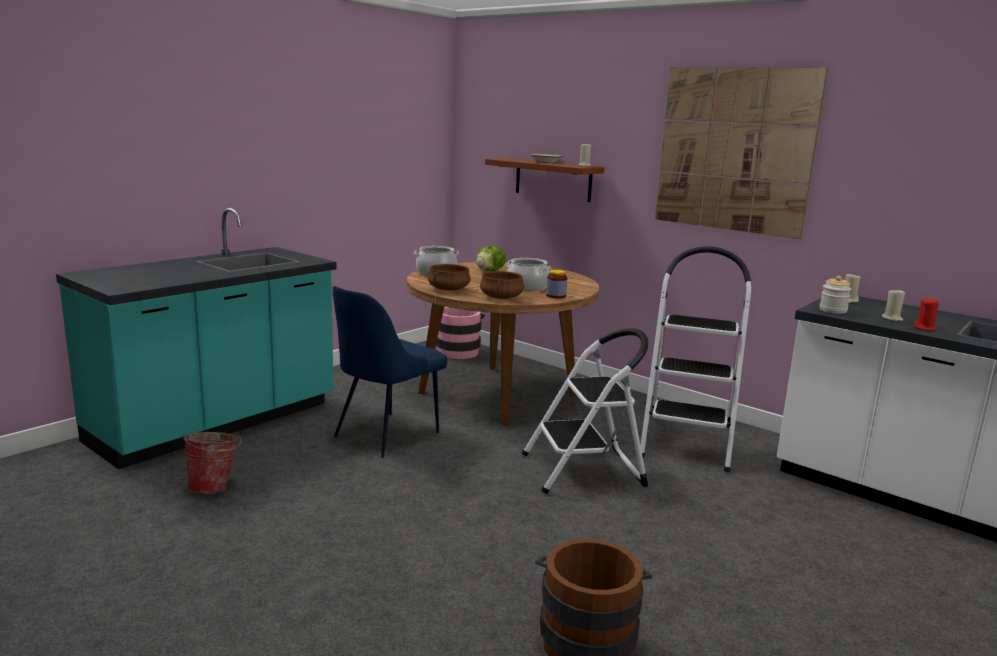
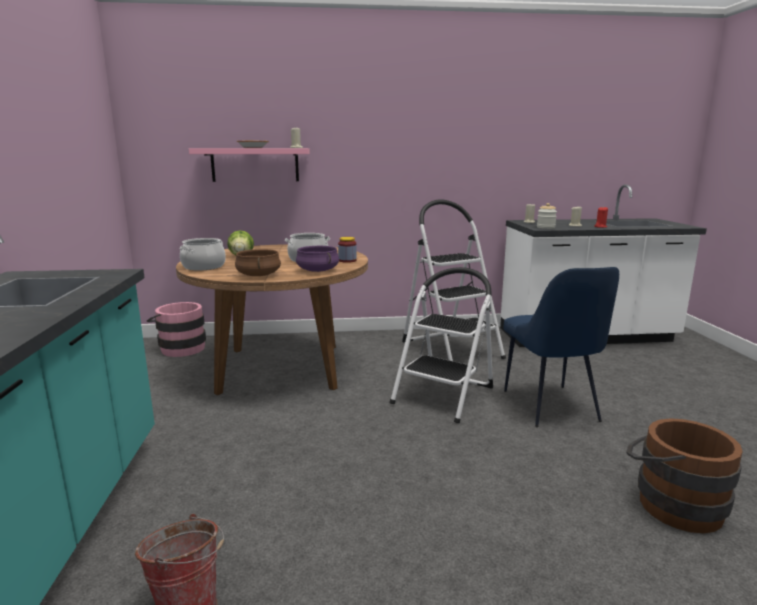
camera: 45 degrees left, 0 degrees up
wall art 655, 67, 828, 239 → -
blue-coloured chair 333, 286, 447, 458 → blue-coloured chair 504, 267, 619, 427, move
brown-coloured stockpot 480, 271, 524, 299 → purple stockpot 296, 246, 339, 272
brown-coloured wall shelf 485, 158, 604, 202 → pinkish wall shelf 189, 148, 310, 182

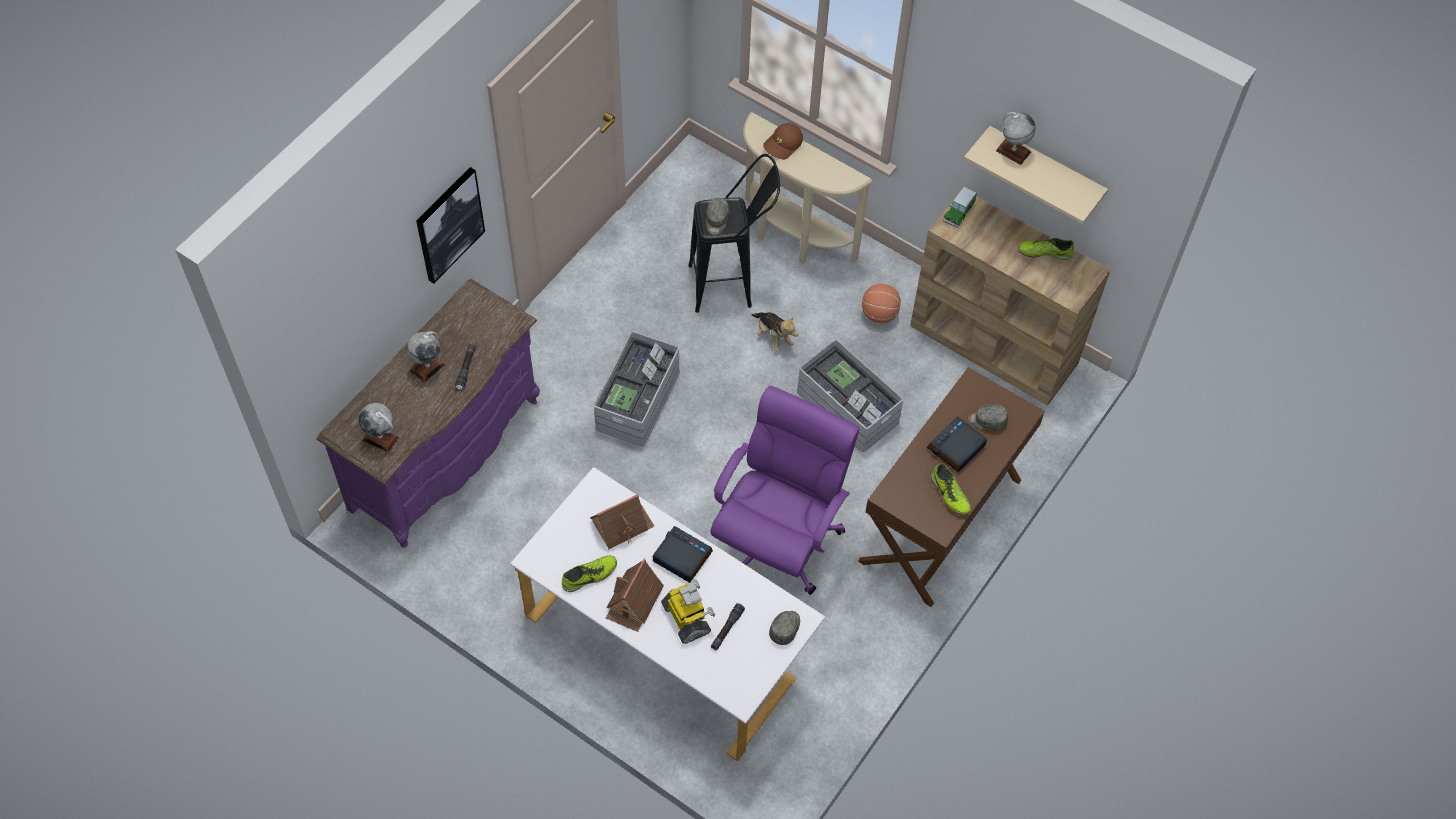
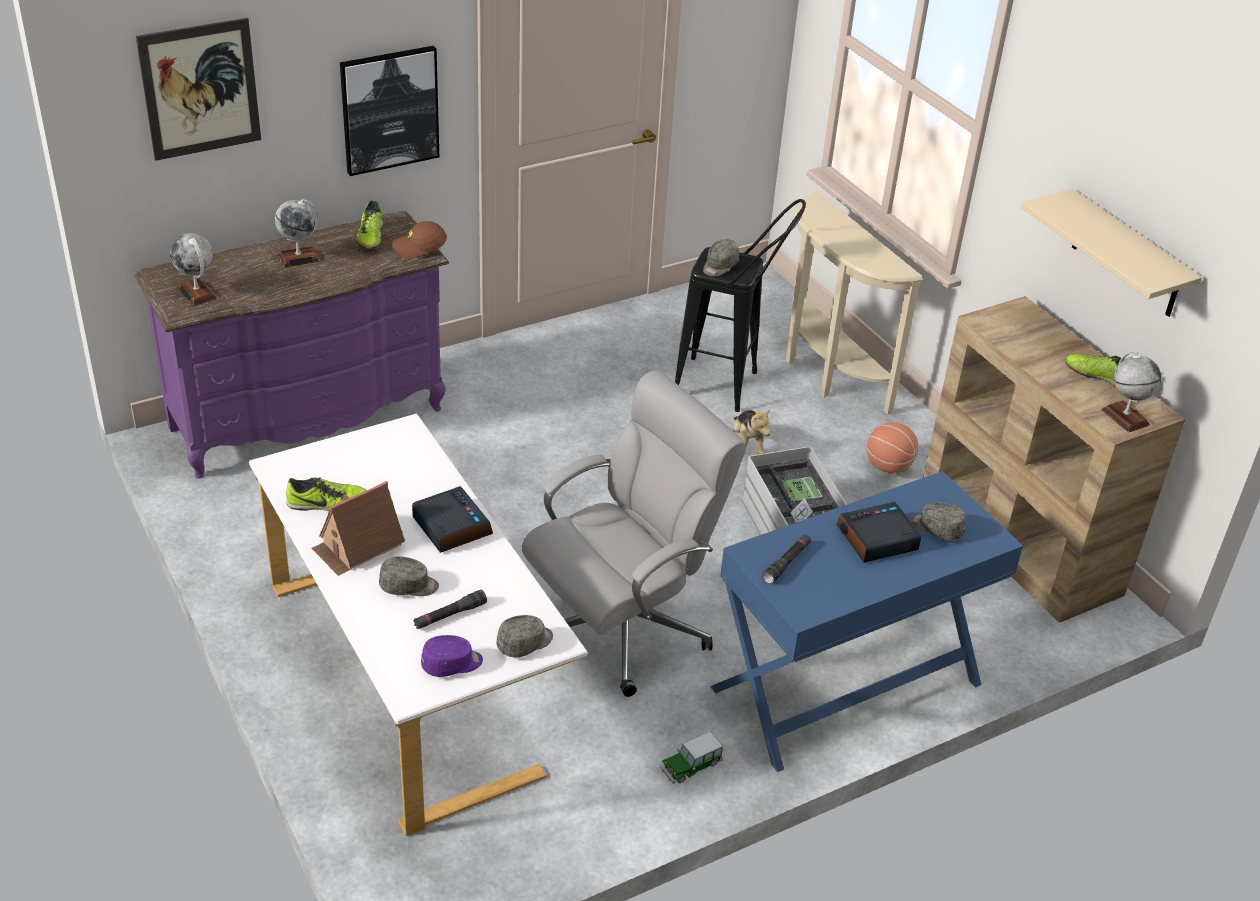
camera: 25 degrees right, 20 degrees down
toy house 590, 494, 654, 549 → -
grey storage bin 593, 331, 680, 446 → -
- → wall art 136, 18, 261, 161
- → purple cap 421, 635, 483, 677
blackish flashlight 455, 344, 476, 390 → blackish flashlight 762, 534, 811, 584, move
brown-coloured cap 763, 123, 803, 160 → brown-coloured cap 391, 221, 447, 259, move
item of footwear 931, 463, 971, 515 → item of footwear 357, 200, 383, 249, move
miniature car 943, 187, 977, 228 → miniature car 660, 732, 723, 784, move
desk globe 996, 112, 1036, 165 → desk globe 1101, 352, 1161, 432, move
toy robot 661, 579, 716, 644 → grey cap 379, 557, 439, 596
purple computer chair 710, 386, 859, 595 → grey computer chair 522, 371, 746, 697
brown-coloured console table 858, 367, 1045, 607 → blue-coloured console table 710, 471, 1023, 772

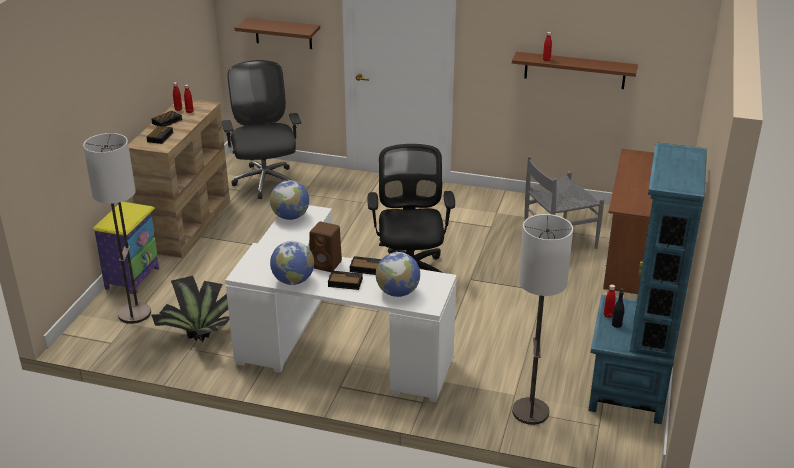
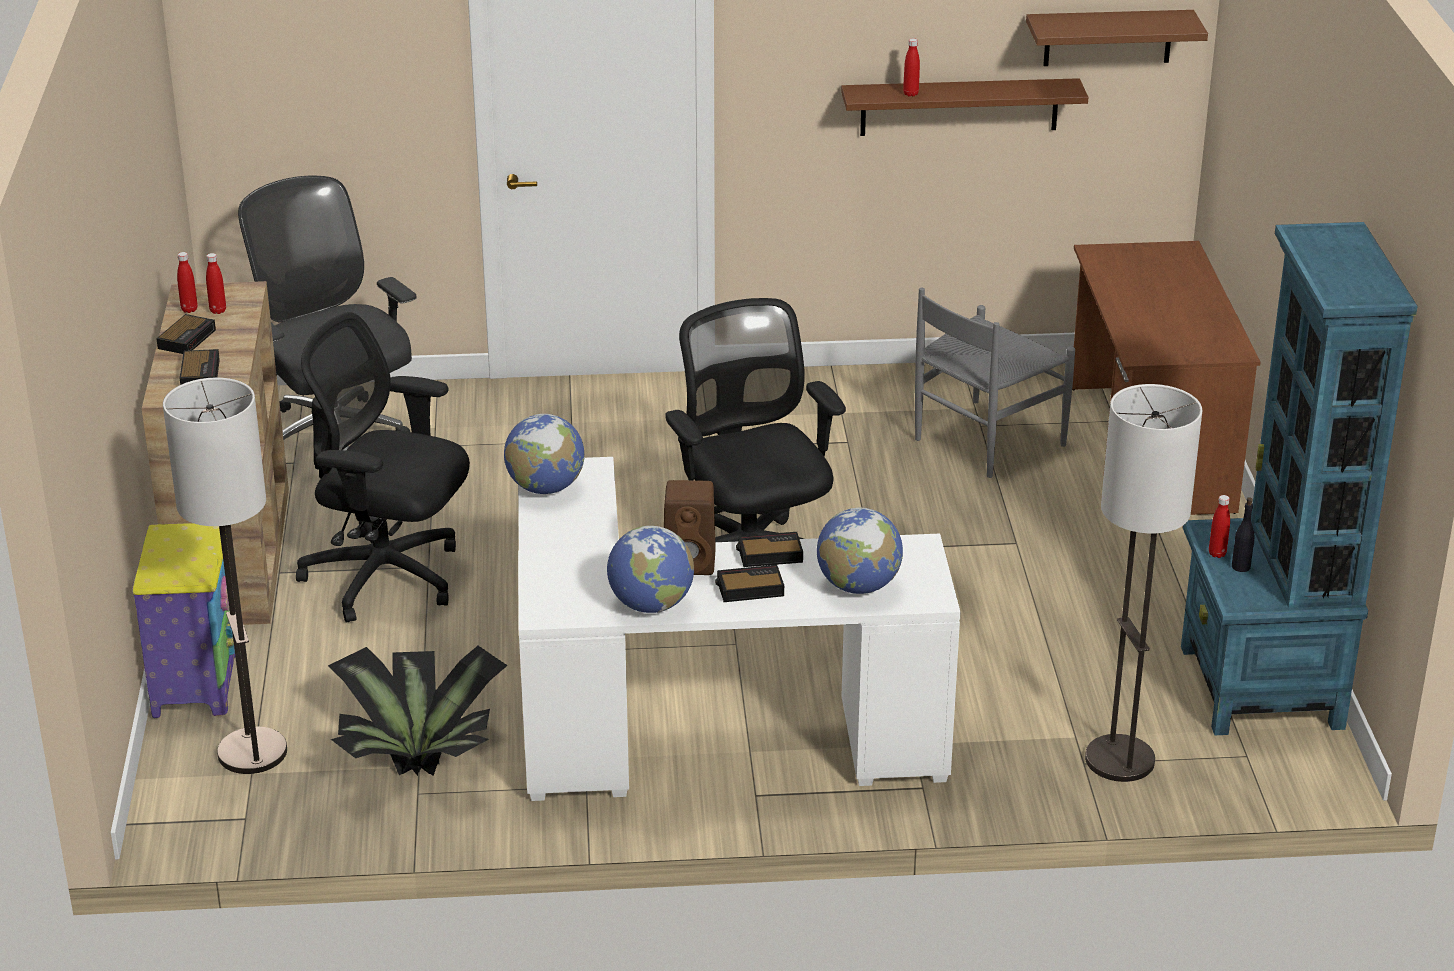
camera: 20 degrees left, 0 degrees up
- → blackish computer chair 296, 312, 470, 623
brown-coloured wall shelf 234, 18, 320, 49 → brown-coloured wall shelf 1026, 10, 1208, 66, move

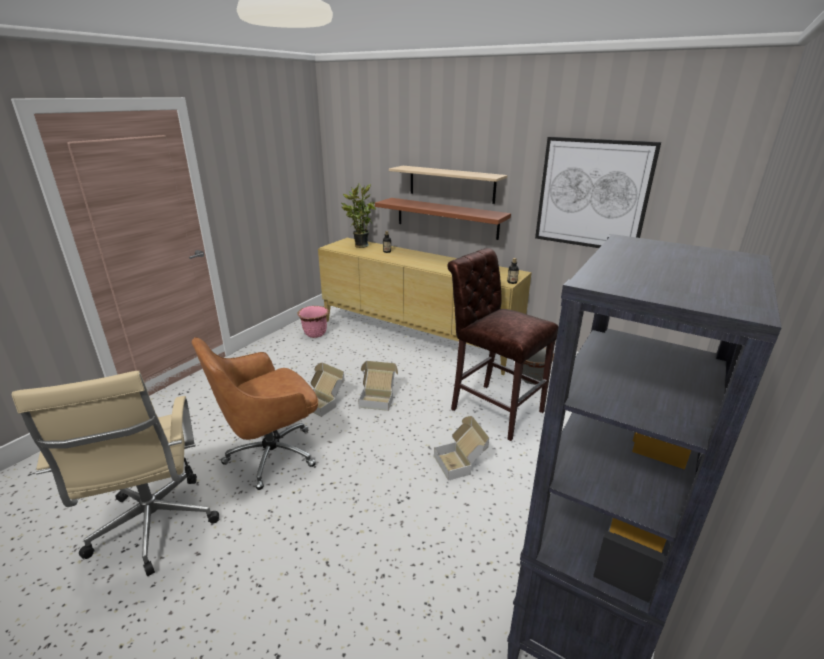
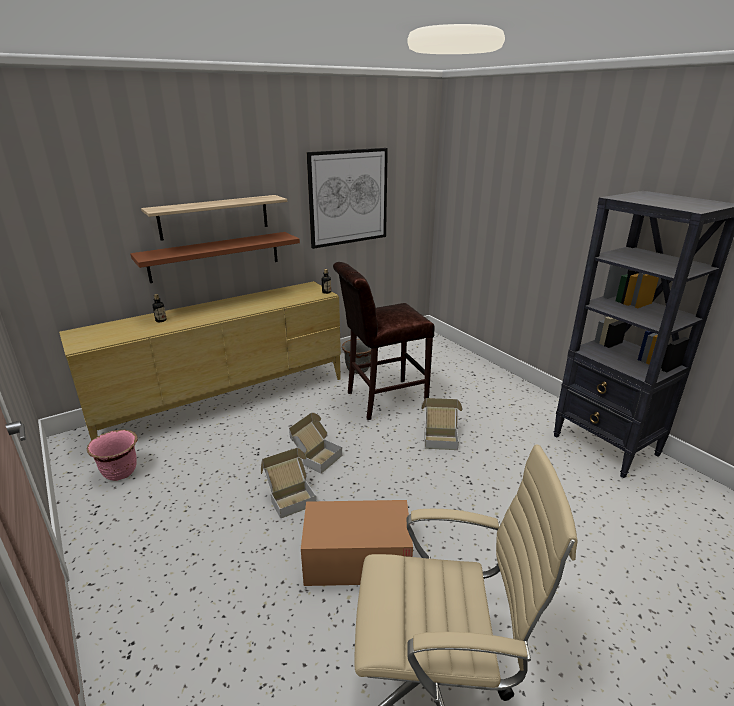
camera: 65 degrees left, 0 degrees up
plant in a pot 341, 184, 376, 248 → -
brown-coloured computer chair 192, 337, 318, 490 → packing box 301, 500, 413, 586

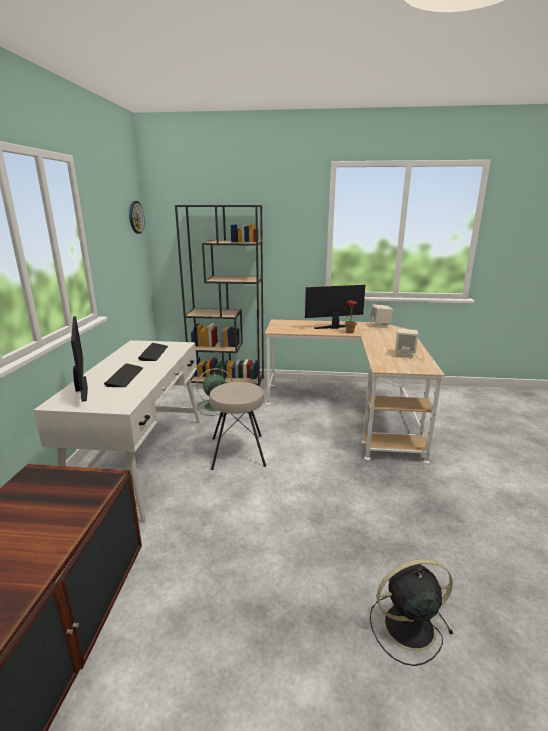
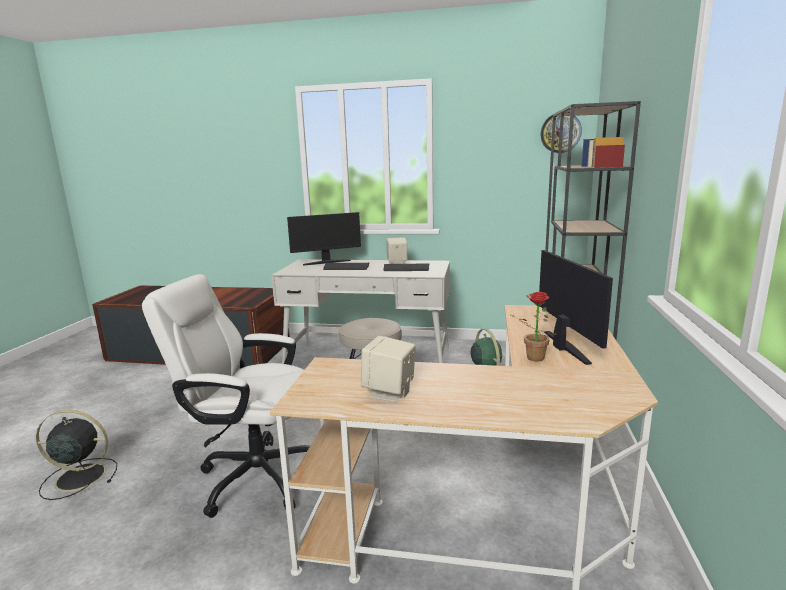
camera: 95 degrees right, 5 degrees down
- → white computer chair 142, 274, 310, 518
beige audio speaker 370, 305, 393, 328 → beige audio speaker 386, 237, 407, 264, move
blackish cooling fan 370, 559, 453, 666 → blackish cooling fan 36, 410, 117, 500, 90 degrees counterclockwise

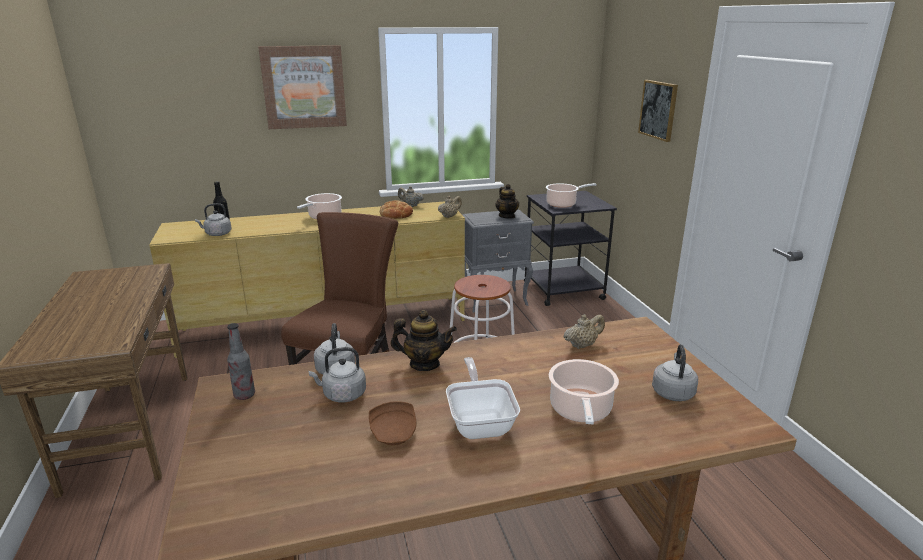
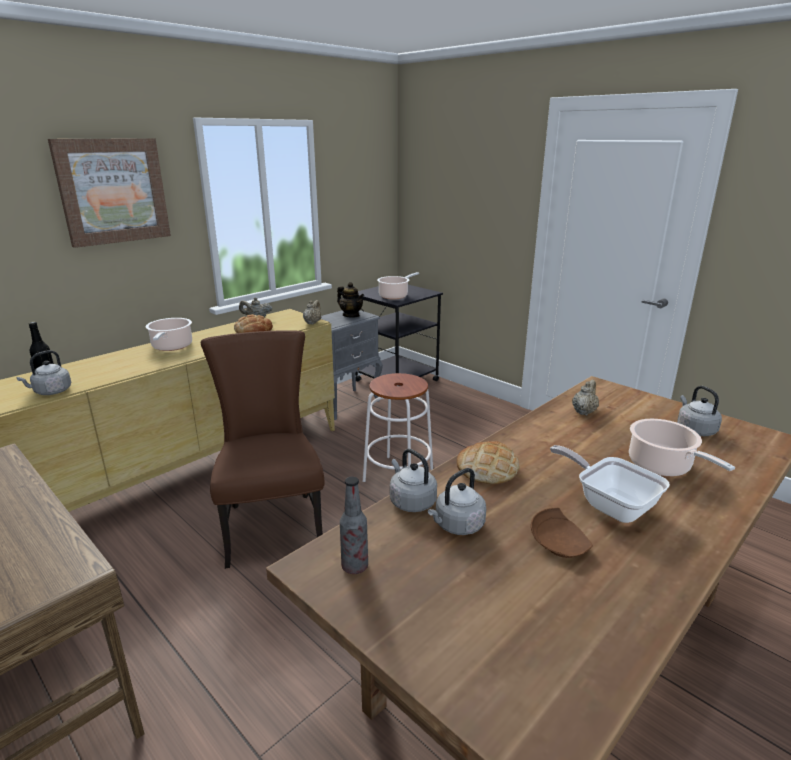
camera: 30 degrees left, 0 degrees up
wall art 638, 80, 678, 142 → -
tea pot 390, 310, 457, 371 → bakery bread 457, 441, 519, 484

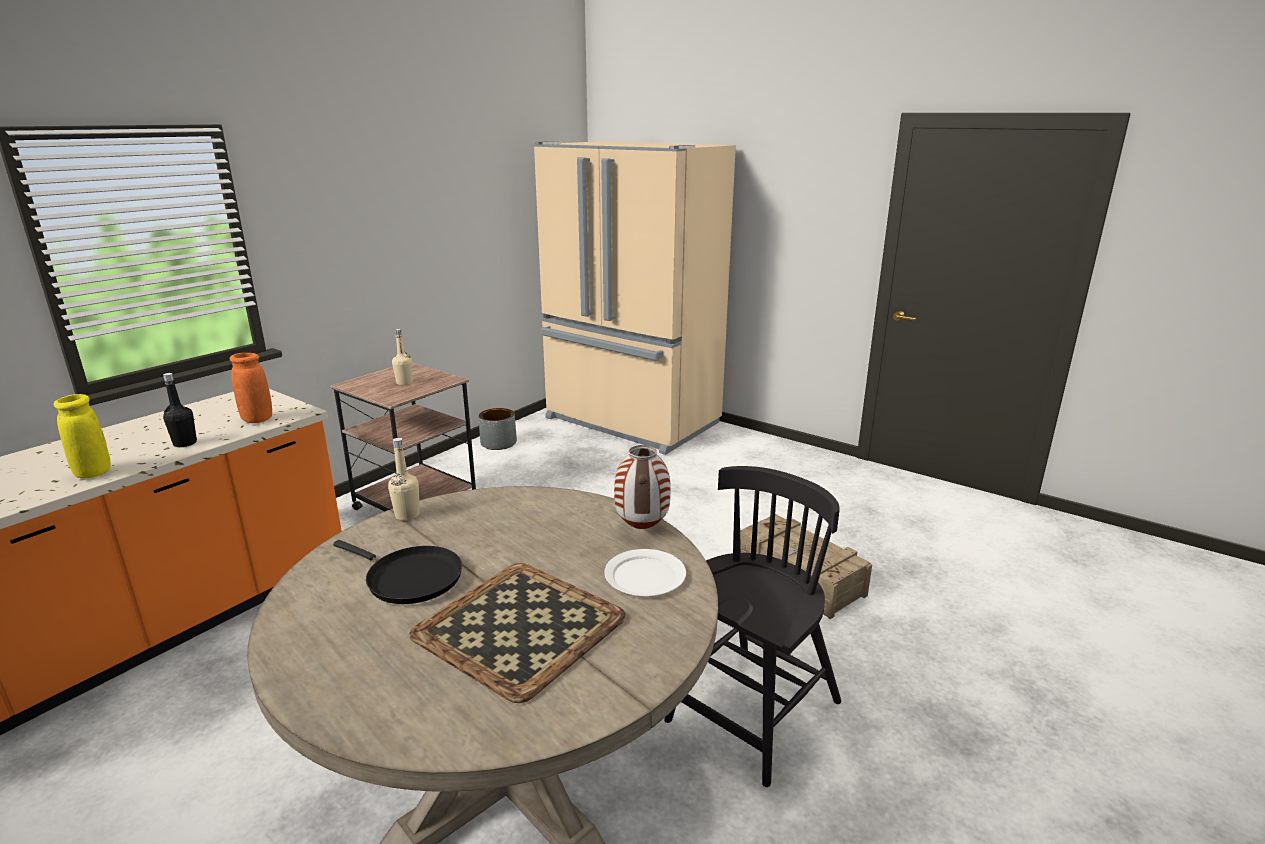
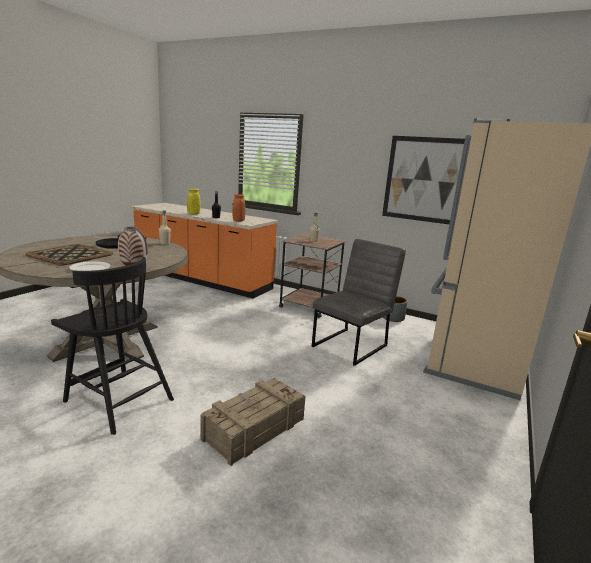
camera: 80 degrees right, 5 degrees down
- → grey chair 312, 239, 406, 366
- → wall art 382, 136, 465, 224

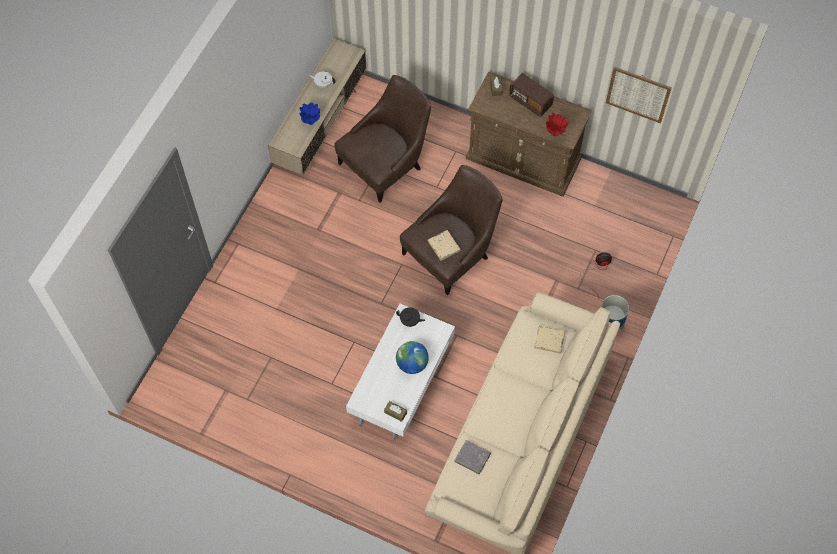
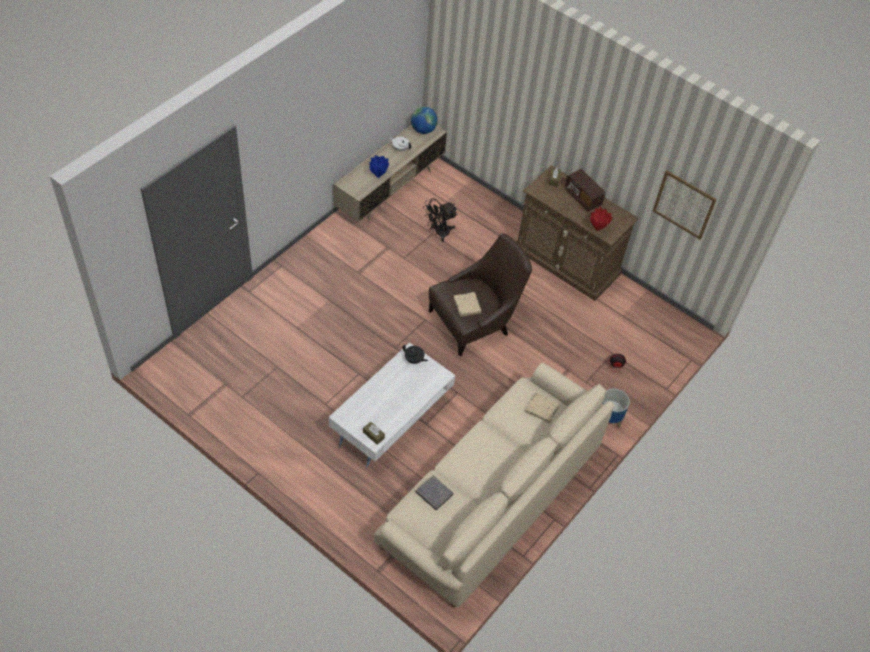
camera: 10 degrees right, 10 degrees down
desk globe 396, 341, 429, 374 → desk globe 411, 107, 438, 134, move
brown-coloured easy chair 334, 75, 431, 202 → blackish cooling fan 423, 198, 458, 242

